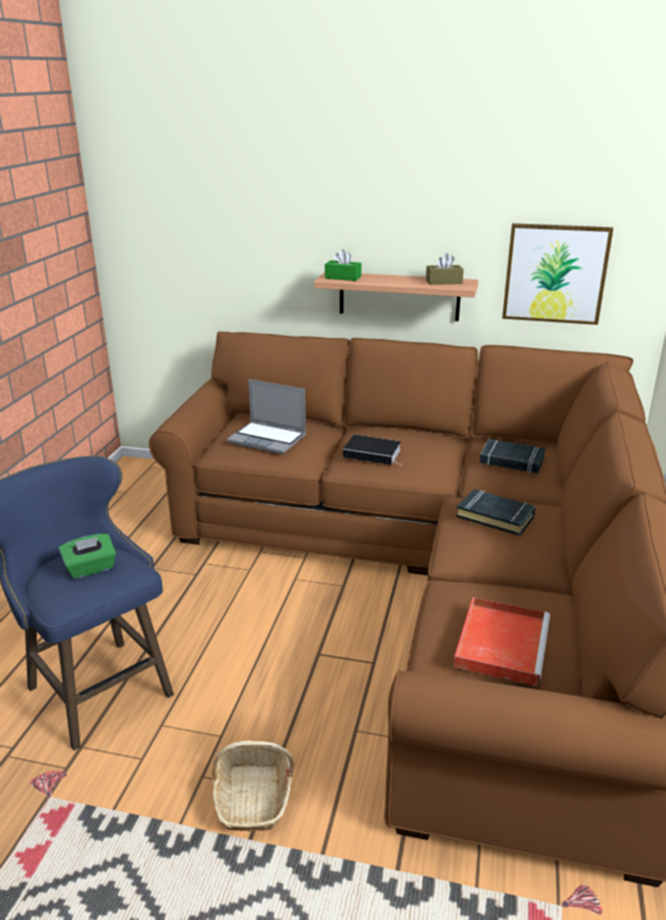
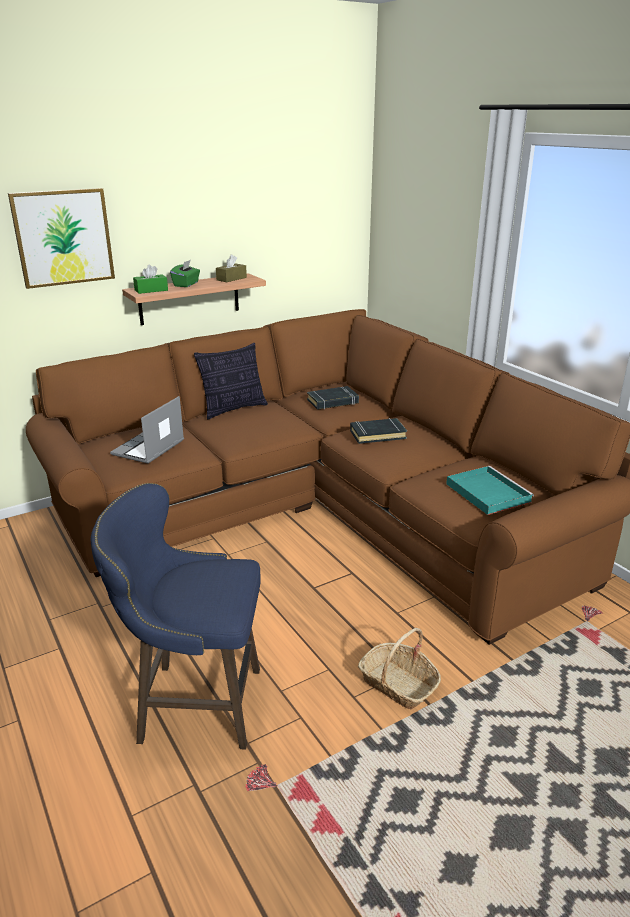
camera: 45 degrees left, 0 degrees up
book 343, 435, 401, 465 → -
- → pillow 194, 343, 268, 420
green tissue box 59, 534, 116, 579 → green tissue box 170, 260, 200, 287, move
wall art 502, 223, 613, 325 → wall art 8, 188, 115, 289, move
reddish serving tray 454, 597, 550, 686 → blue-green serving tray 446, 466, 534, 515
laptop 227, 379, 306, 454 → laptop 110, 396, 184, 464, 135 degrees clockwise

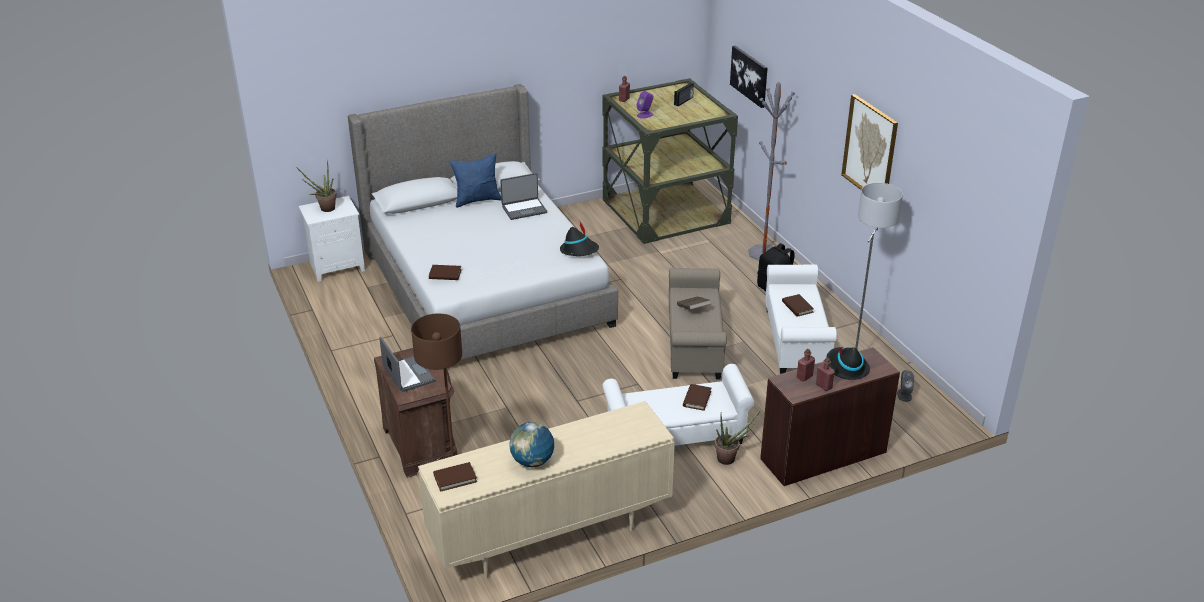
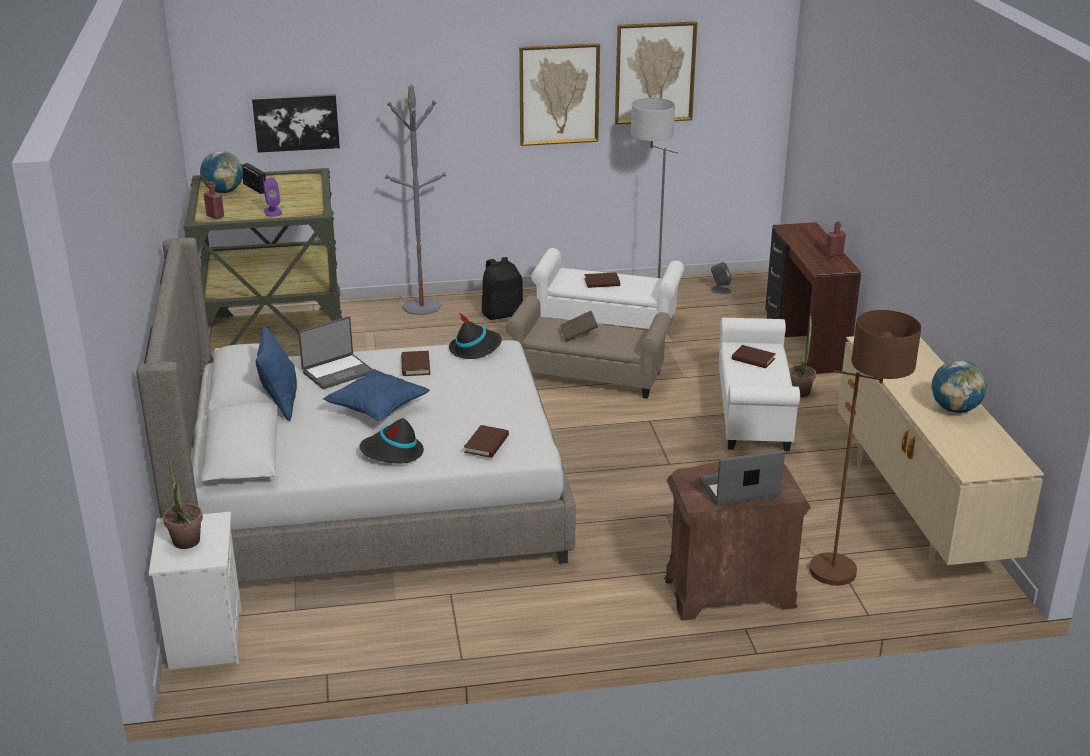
camera: 75 degrees left, 5 degrees down
reddish beverage bottle 797, 349, 815, 382 → -
- → desk globe 200, 151, 243, 193
- → blue-coloured pillow 323, 369, 430, 421
- → wall art 615, 21, 697, 124
brown-coloured book 433, 462, 477, 492 → brown-coloured book 401, 351, 430, 376, move
blackish wearable hat 826, 347, 870, 380 → blackish wearable hat 360, 418, 424, 464, move
laptop 500, 173, 547, 220 → laptop 298, 316, 373, 389, 60 degrees clockwise

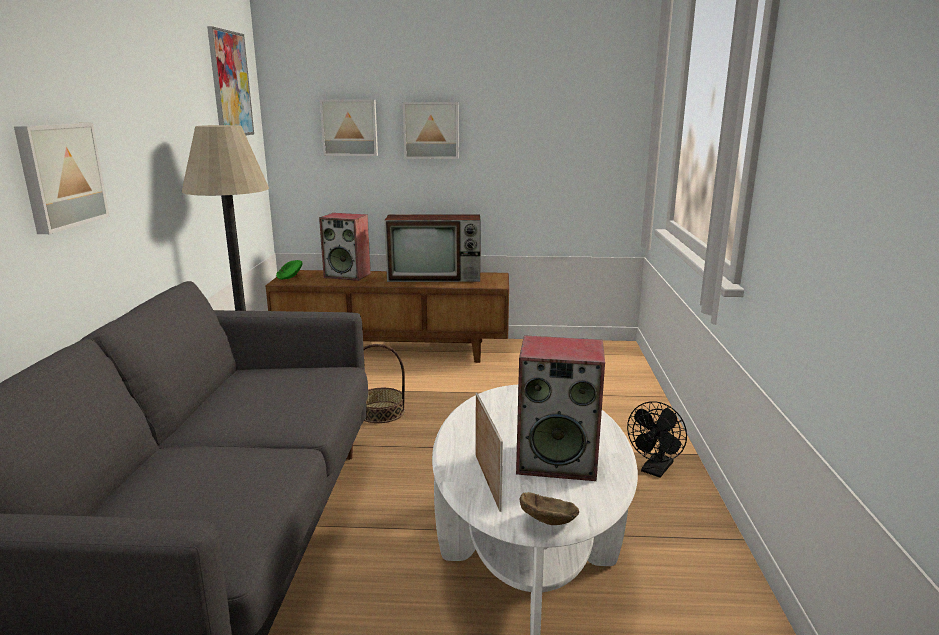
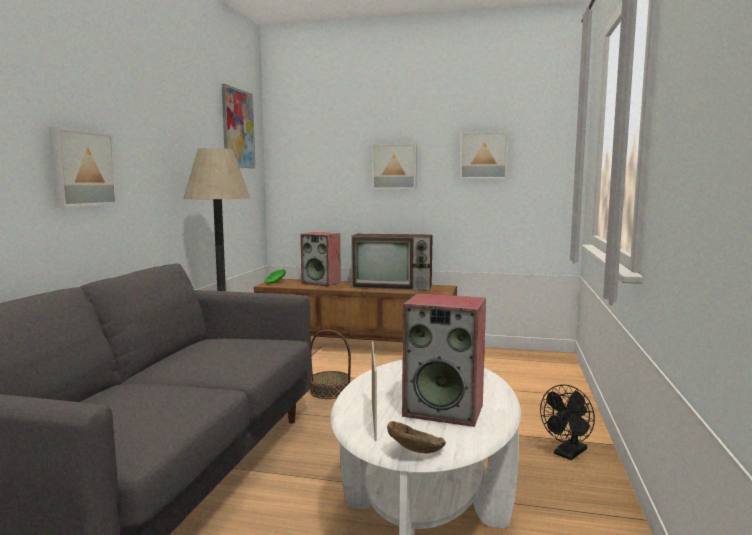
camera: 10 degrees right, 10 degrees down
wall art 320, 100, 378, 156 → wall art 460, 131, 509, 179, move

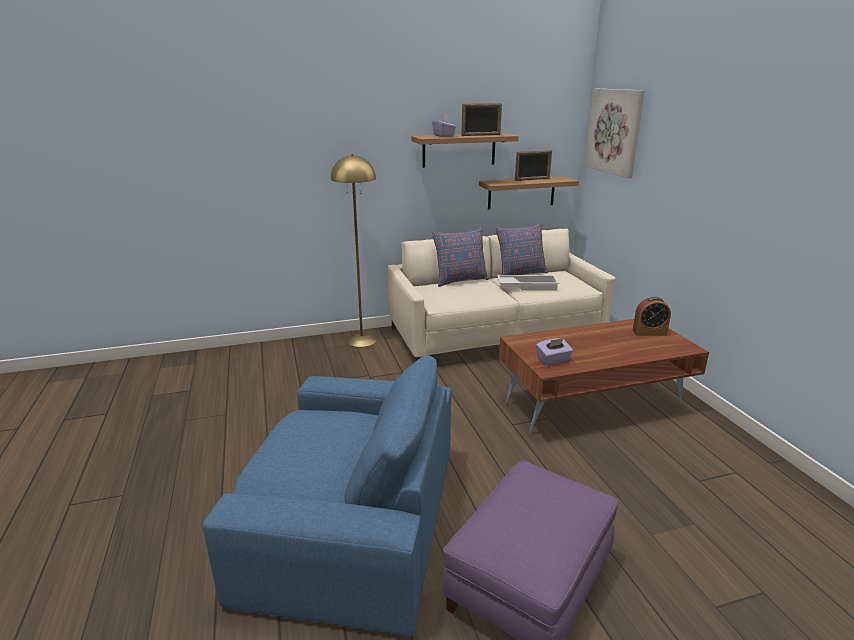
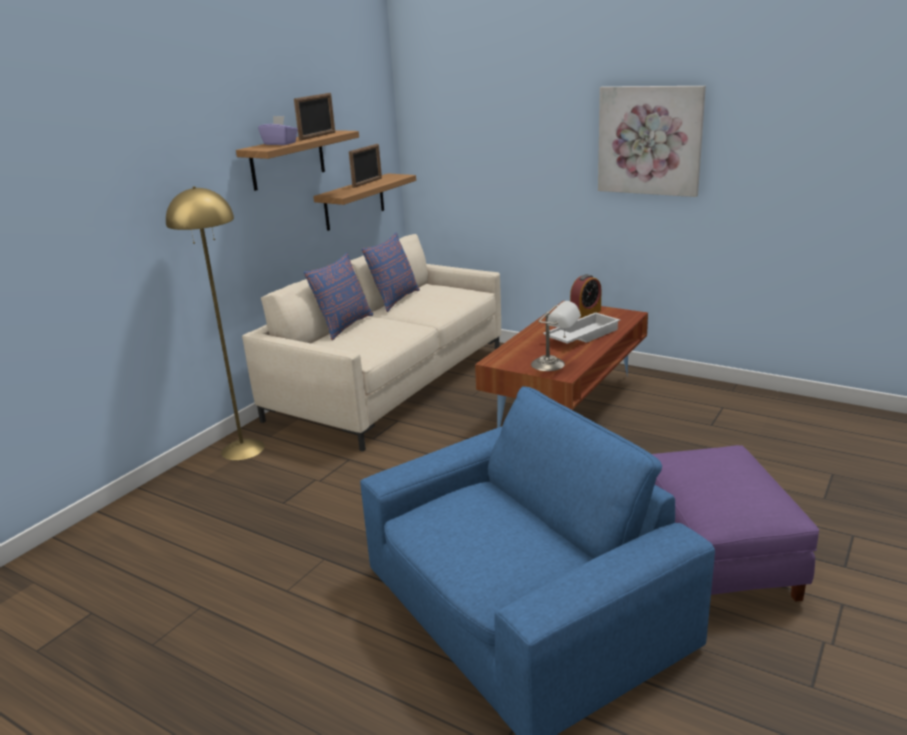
camera: 40 degrees left, 0 degrees up
white serving tray 497, 275, 559, 291 → white serving tray 543, 313, 620, 344, move
wall art 584, 89, 645, 178 → wall art 598, 86, 706, 197, move
purple tissue box 536, 338, 573, 365 → white tabletop lamp 531, 301, 581, 371

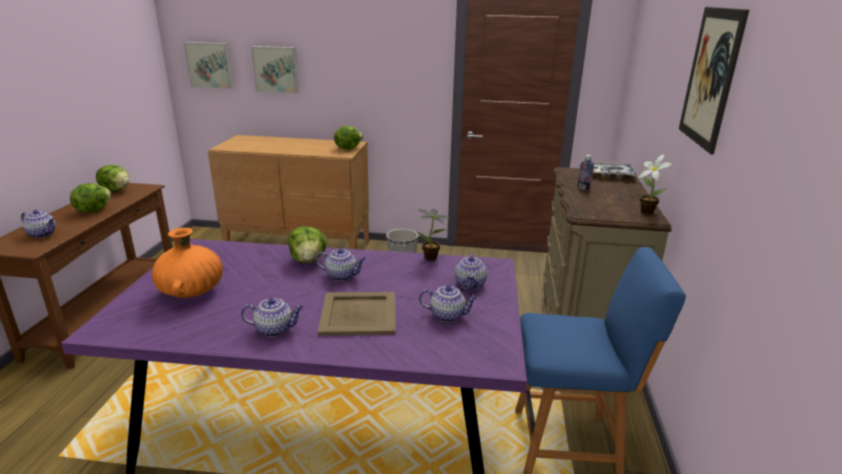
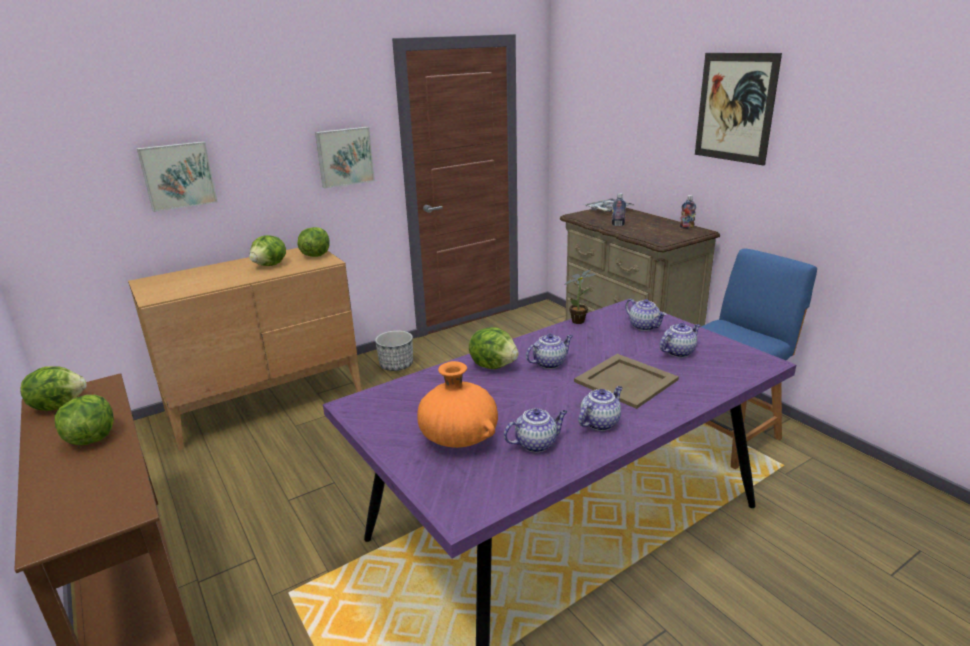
camera: 40 degrees left, 0 degrees up
- → head of lettuce 249, 235, 286, 266
tea pot 21, 210, 56, 238 → tea pot 504, 408, 567, 453, move
wall art 184, 42, 233, 89 → wall art 315, 127, 375, 188, move
plant in a pot 638, 154, 672, 214 → beverage bottle 680, 195, 696, 229

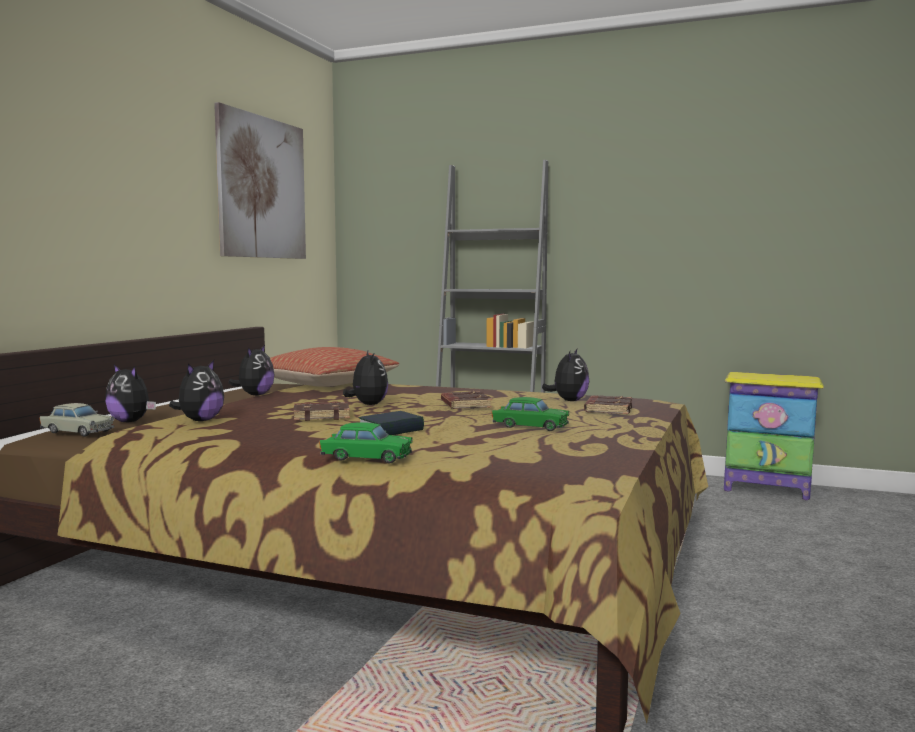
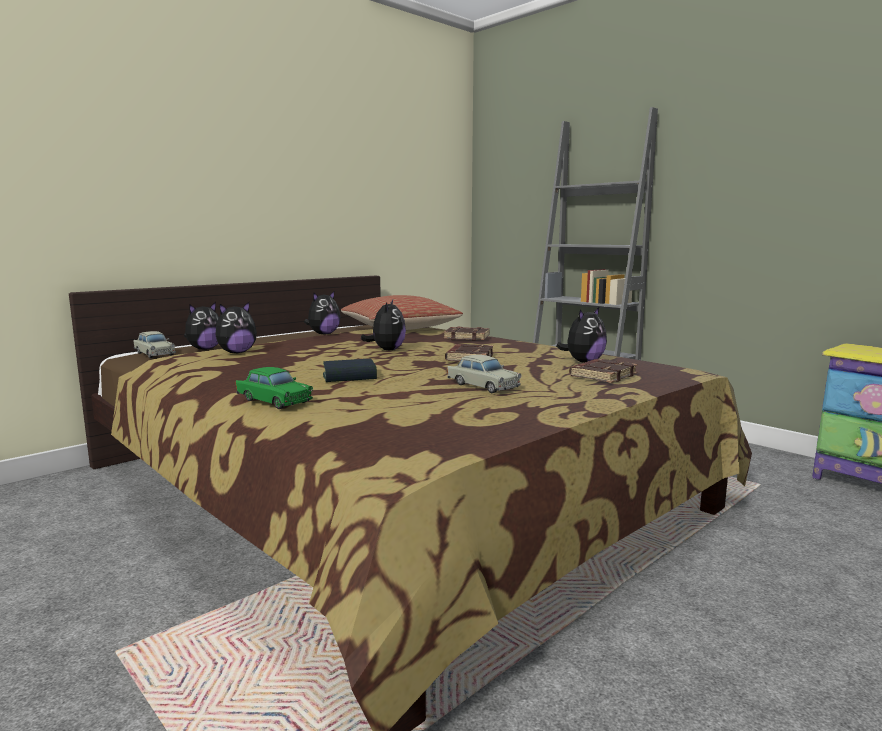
camera: 25 degrees right, 5 degrees up
wall art 214, 102, 306, 259 → -
brown-coloured book 294, 401, 350, 421 → brown-coloured book 444, 327, 490, 341, move
green miniature car 492, 397, 569, 431 → beige miniature car 447, 355, 522, 393
soft toy 105, 365, 156, 422 → soft toy 184, 302, 219, 350, 105 degrees counterclockwise

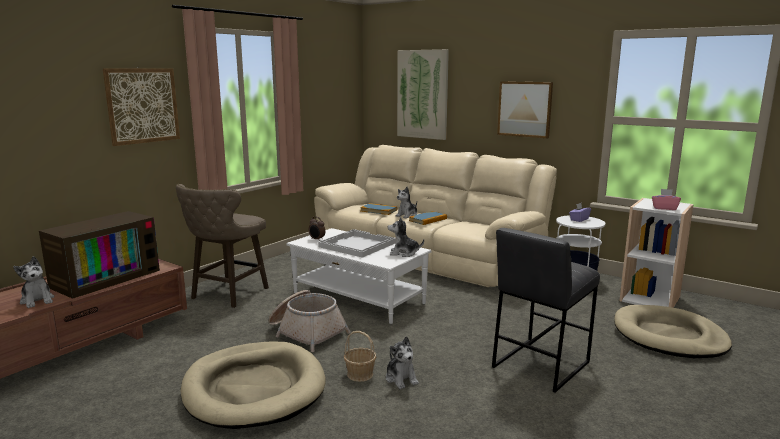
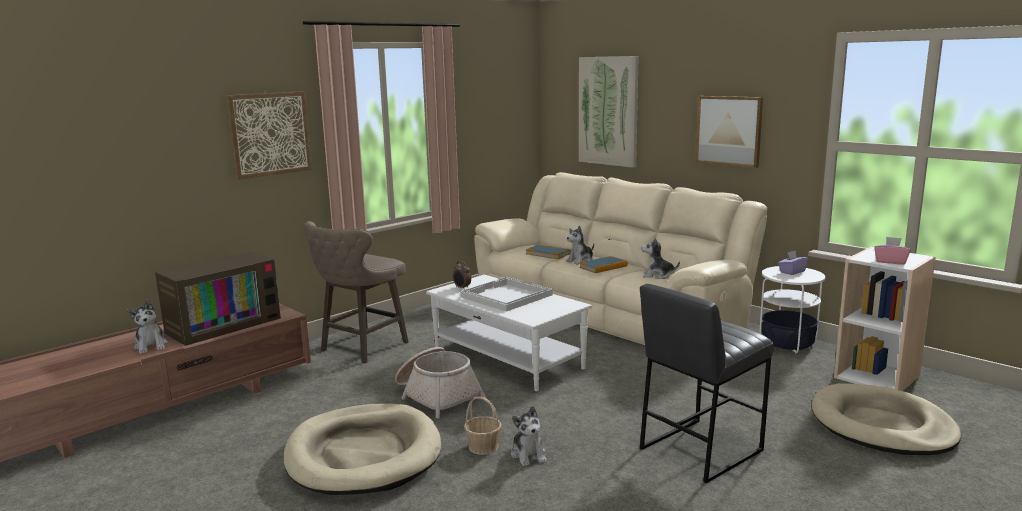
camera: 10 degrees right, 0 degrees up
soft toy 388, 217, 424, 257 → soft toy 641, 238, 680, 279, move

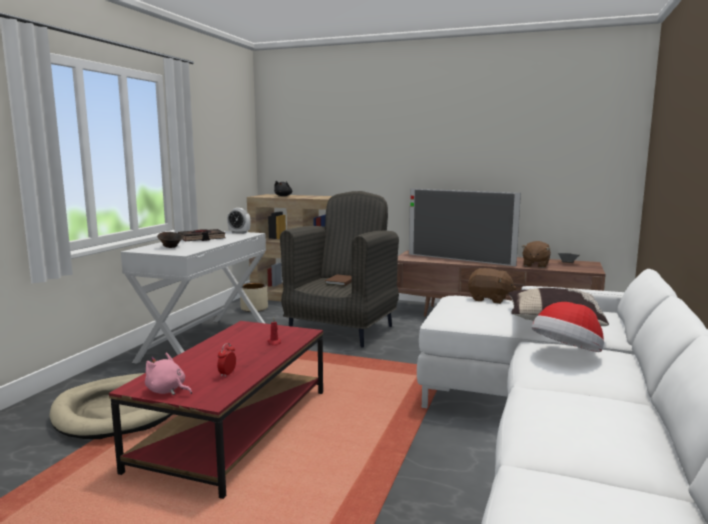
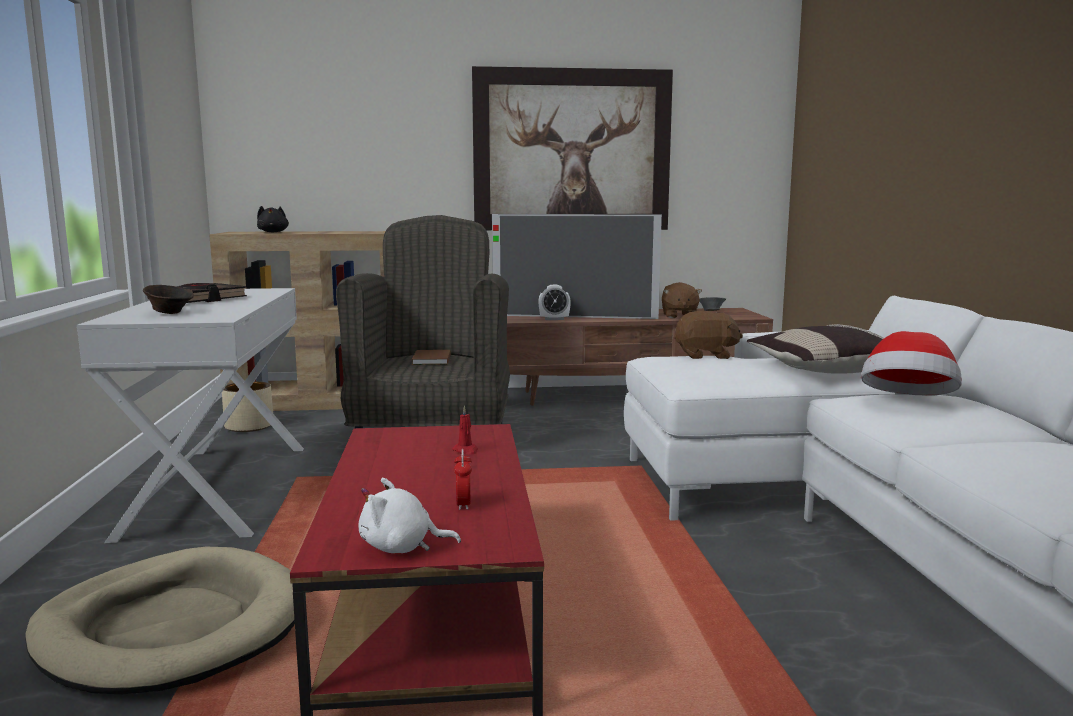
camera: 25 degrees left, 0 degrees up
- → wall art 472, 66, 673, 230
bedside clock 227, 208, 250, 234 → bedside clock 539, 285, 571, 320, move
pinkish soft toy 145, 353, 192, 395 → white soft toy 359, 478, 461, 553

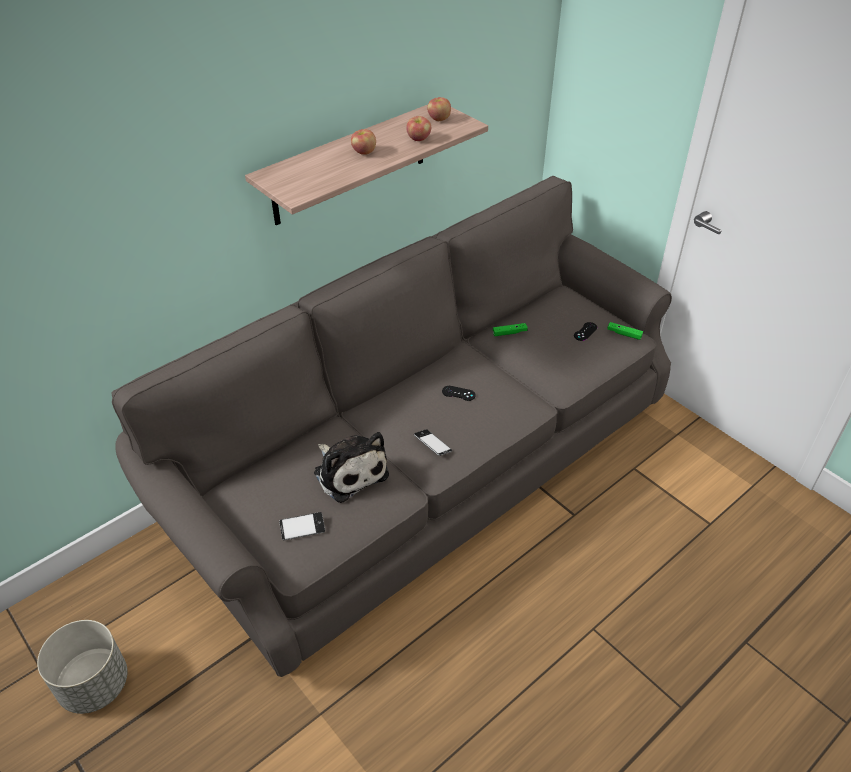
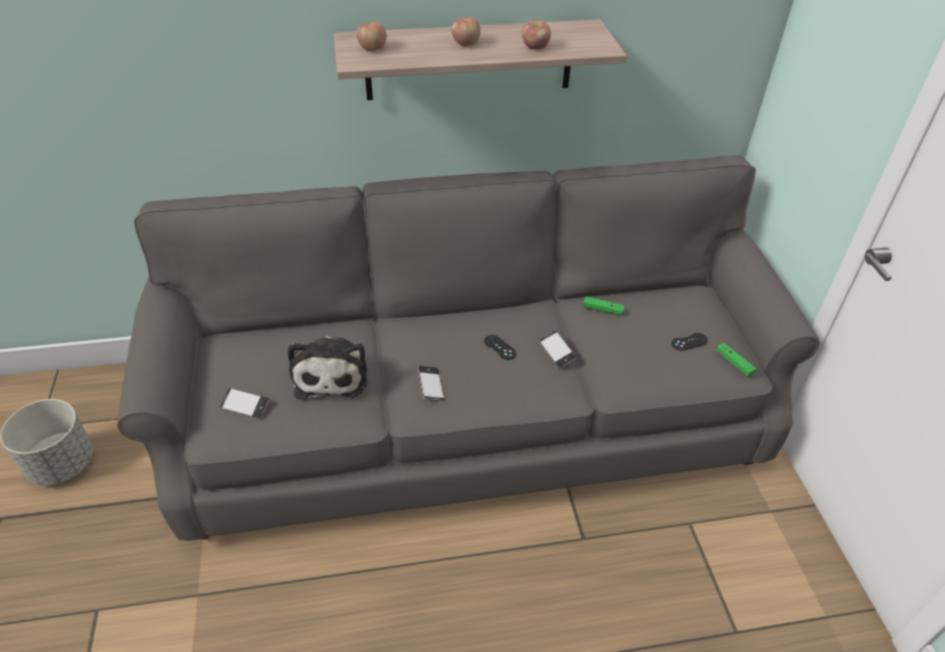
camera: 30 degrees right, 0 degrees up
- → handset 539, 331, 577, 368
apple 427, 97, 451, 121 → apple 357, 22, 387, 51, move

